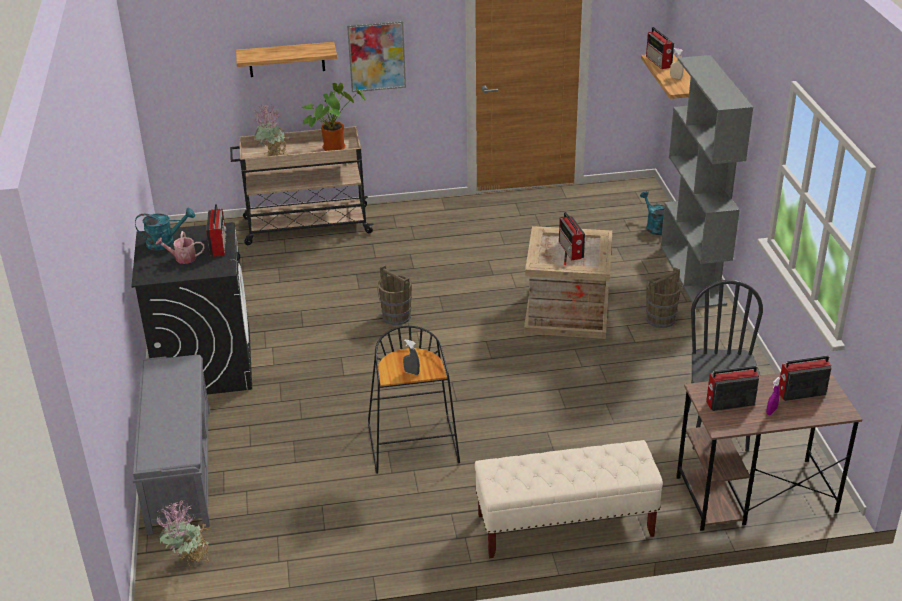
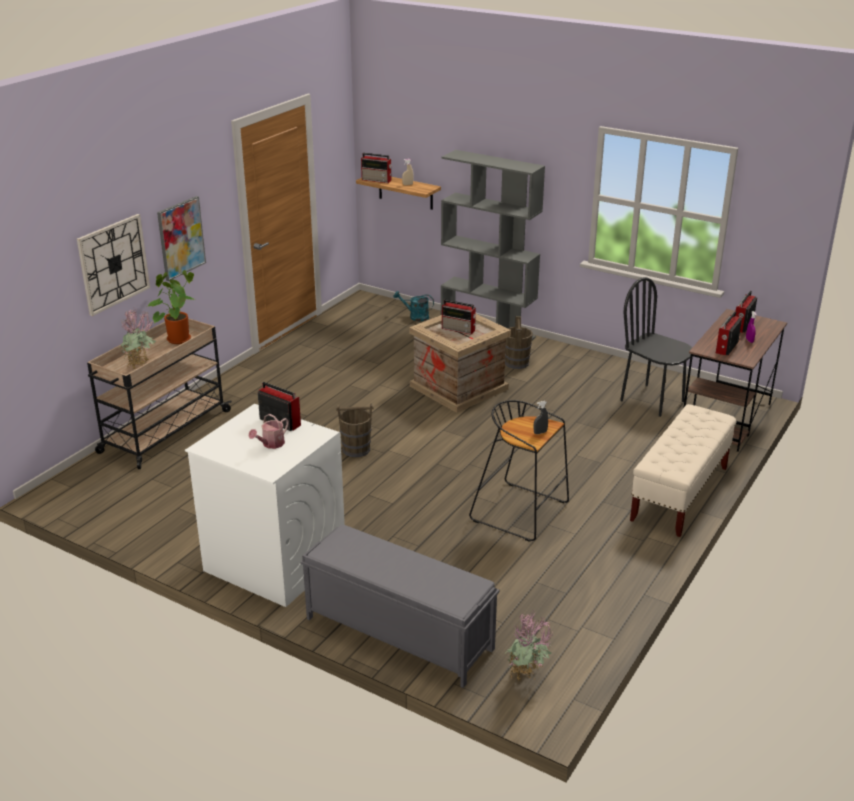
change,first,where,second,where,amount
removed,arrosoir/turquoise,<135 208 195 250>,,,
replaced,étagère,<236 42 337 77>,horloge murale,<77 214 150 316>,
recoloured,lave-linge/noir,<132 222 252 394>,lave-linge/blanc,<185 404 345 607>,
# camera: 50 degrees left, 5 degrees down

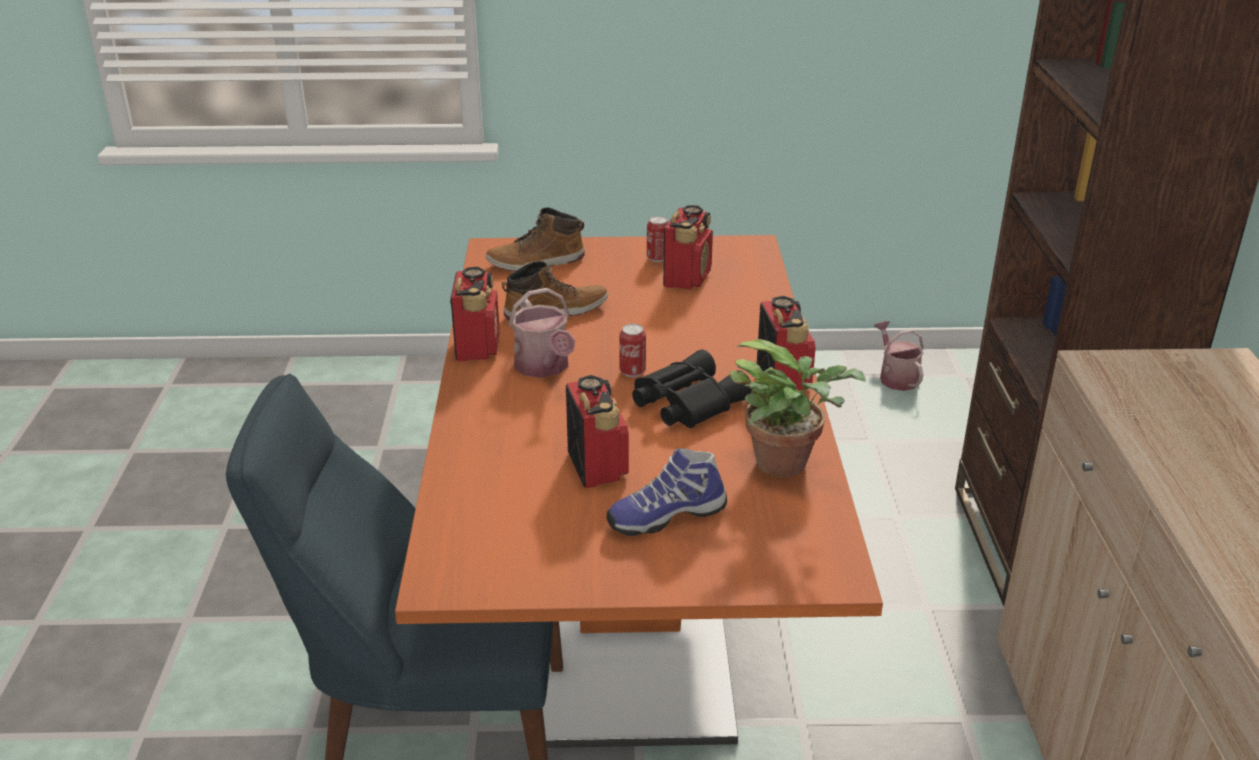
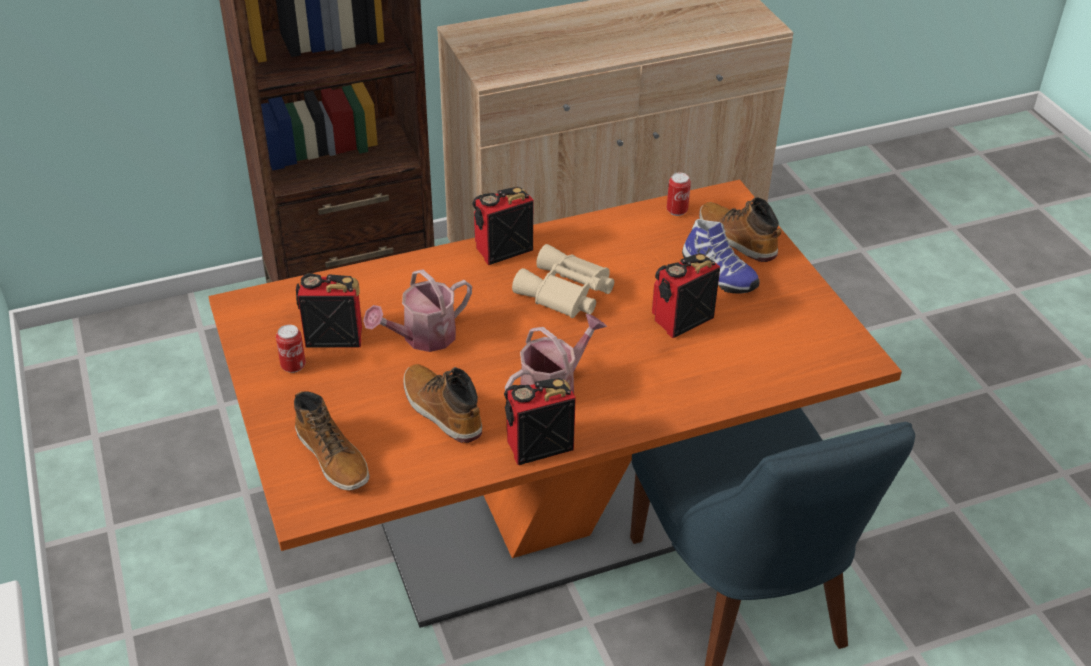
change,first,where,second,where,amount
removed,plante en pot,<729 339 866 478>,,,
added,,,botte,<699 197 782 262>,
moved,boîte métallique,<619 324 646 377>,,<667 172 691 216>,
moved,arrosoir,<874 321 924 391>,,<363 269 472 352>,
recoloured,jumelles/noir,<632 349 753 428>,jumelles/beige,<512 244 614 318>,
# camera: 110 degrees left, 10 degrees up

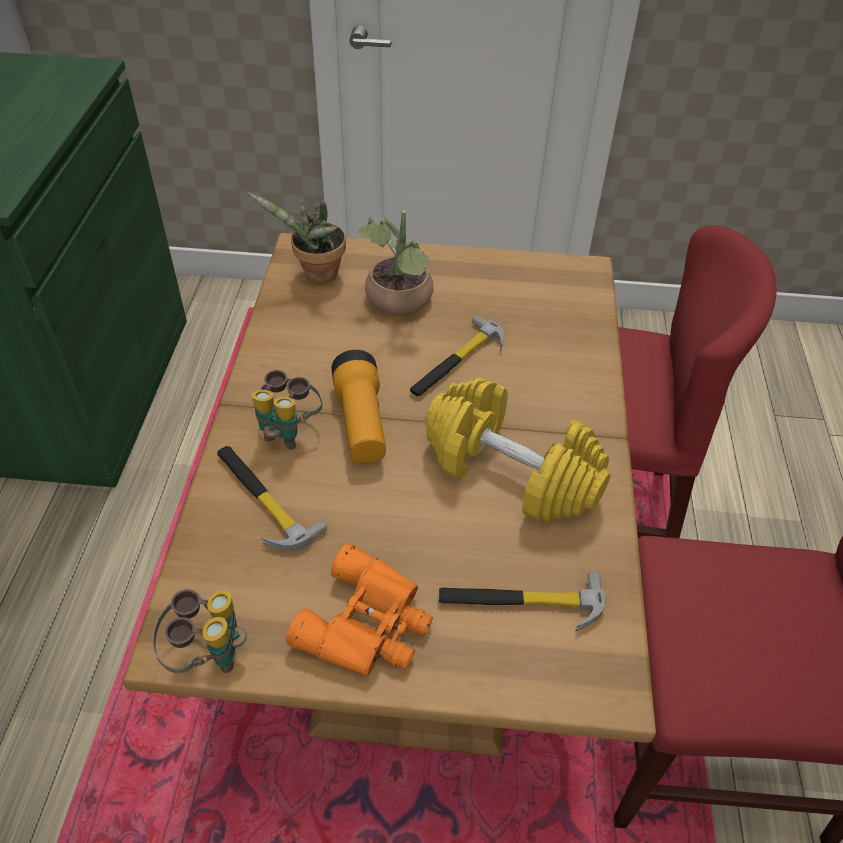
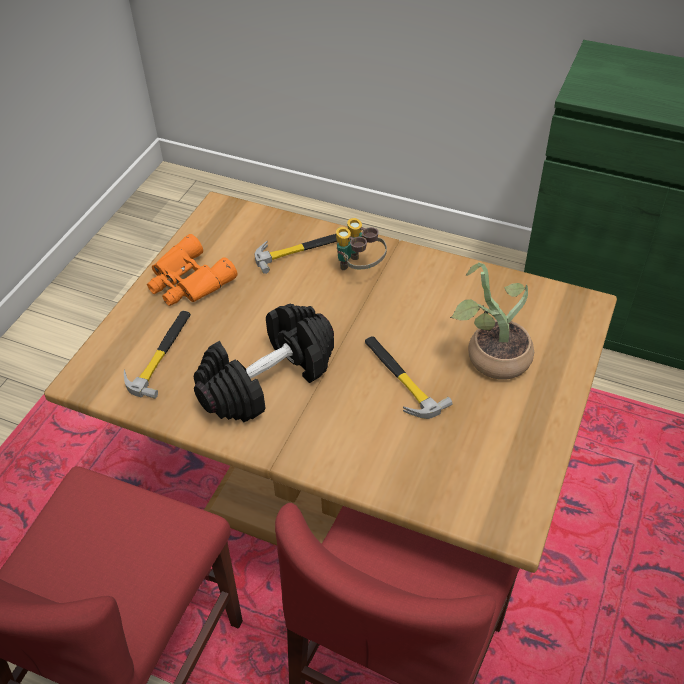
change,first,where,second,where,amount
removed,jumelles,<152 589 247 674>,,,
removed,plante en pot,<248 193 346 284>,,,
removed,lampe de poche,<331 350 386 464>,,,
recoloured,haltère/jaune,<425 377 611 523>,haltère/noir,<194 304 334 422>,
# camera: 110 degrees right, 0 degrees up

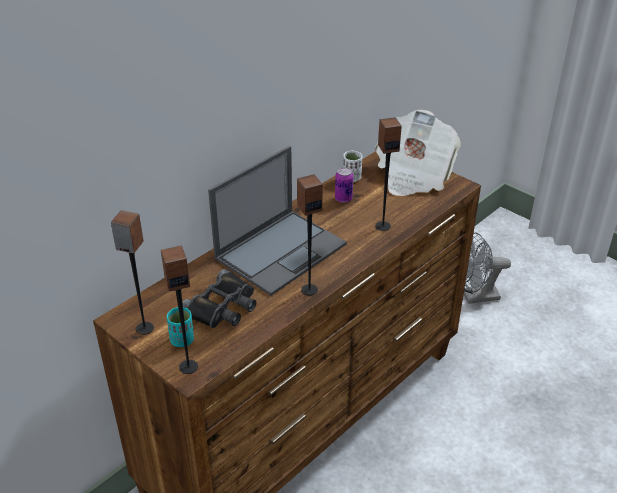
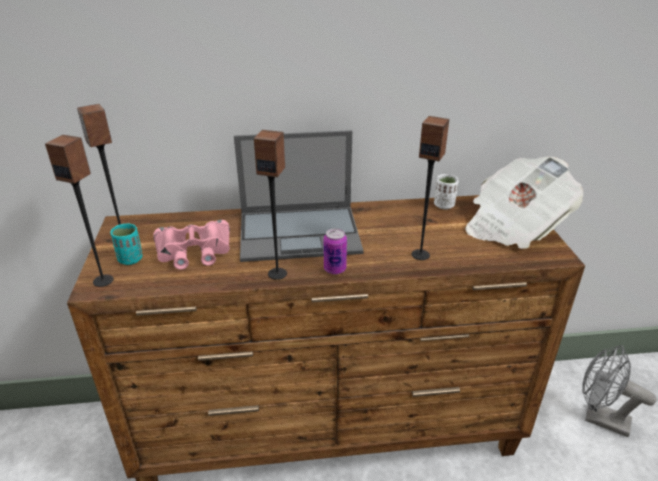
change,first,where,second,where,amount
moved,boîte métallique,<335 167 353 203>,,<324 228 347 275>,
recoloured,jumelles/noir,<182 269 256 328>,jumelles/rose,<153 220 230 270>,
# camera: 40 degrees right, 5 degrees down

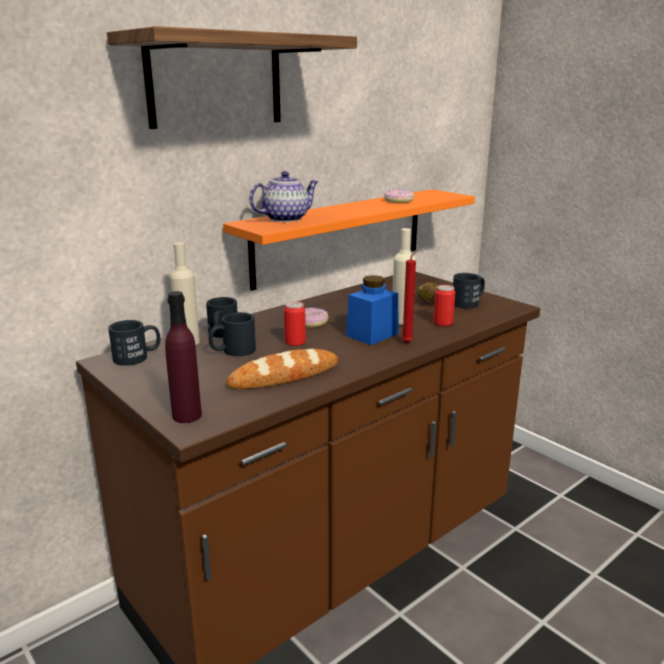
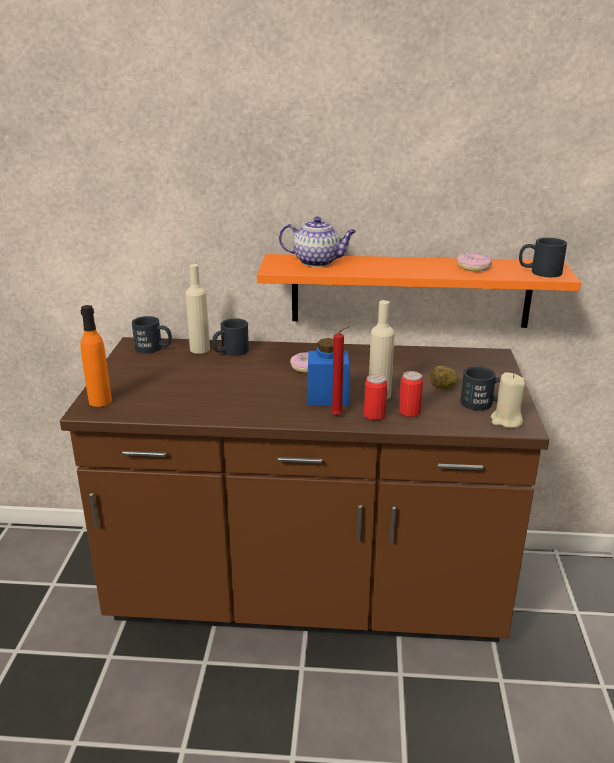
change,first,where,second,where,amount
removed,étagère,<107 26 357 129>,,,
removed,pain,<226 349 338 389>,,,
added,,,bougie/beige,<491 372 525 428>,
moved,mug/noir,<209 312 256 356>,,<519 238 567 277>,
moved,boîte métallique,<284 301 306 346>,,<364 374 387 420>,
recoloured,bouteille/violet,<165 291 202 423>,bouteille/orange,<80 305 112 407>,
# camera: 45 degrees right, 5 degrees up

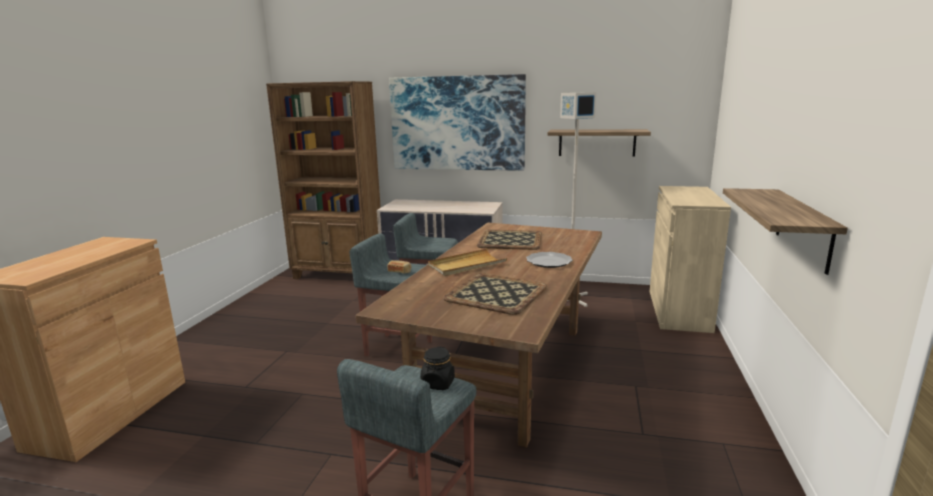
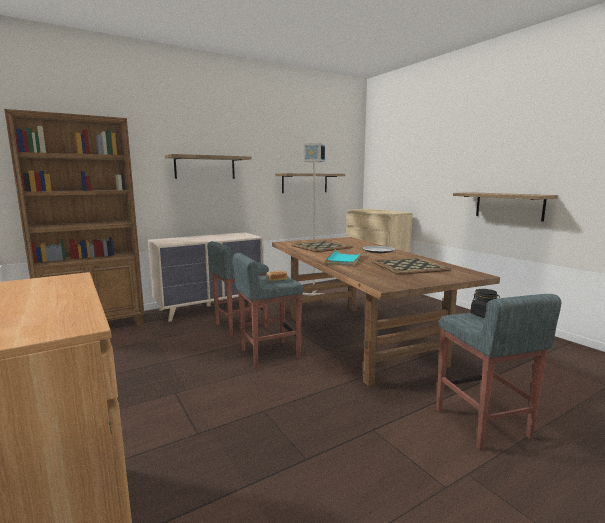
change,first,where,second,where,amount
replaced,tableau,<389 74 526 171>,étagère,<165 154 251 179>,
recoloured,plateau/beige,<428 249 507 276>,plateau/turquoise,<325 249 364 266>,
# camera: 45 degrees left, 5 degrees down

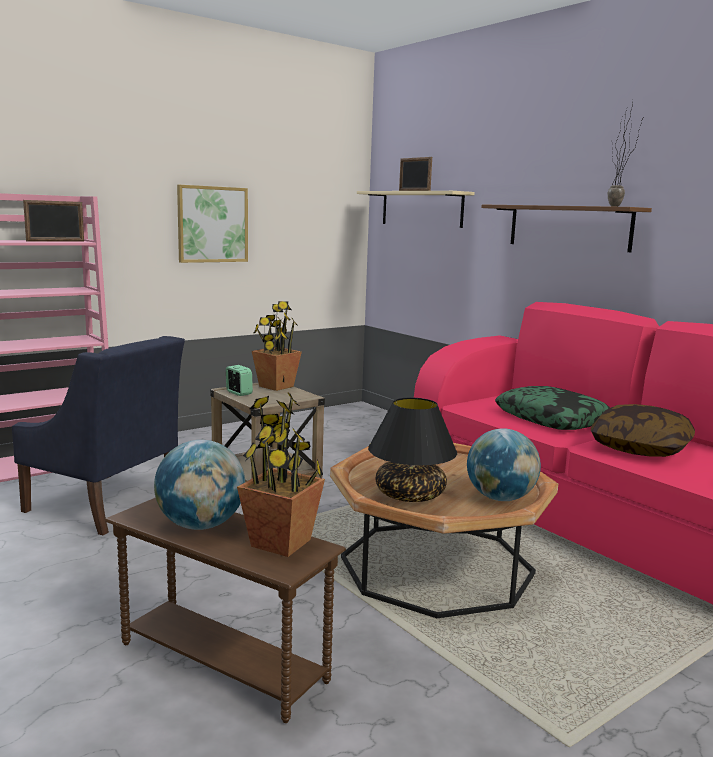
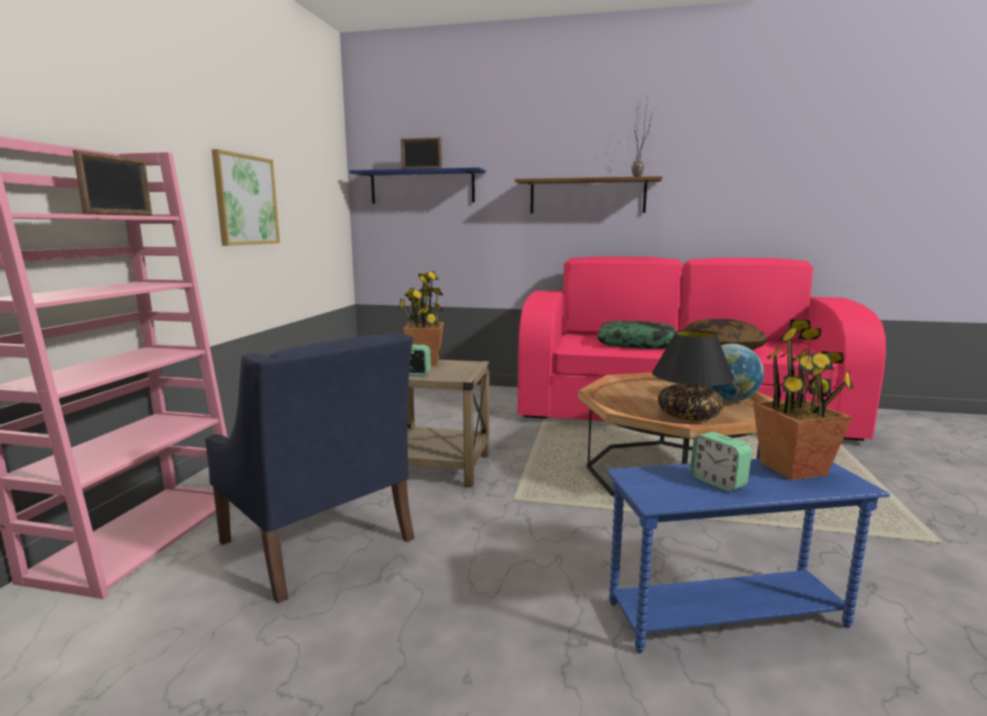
change,first,where,second,where,amount
replaced,globe,<154 440 245 530>,réveil,<690 432 752 491>,
recoloured,table d'appoint/marron,<105 497 346 723>,table d'appoint/bleu,<606 459 890 653>,
recoloured,étagère/beige,<357 191 475 228>,étagère/bleu,<349 167 486 203>,
turned,fauteuil/bleu,<12 336 185 535>,,<205 332 415 603>,60 degrees clockwise
# camera: 40 degrees left, 0 degrees up

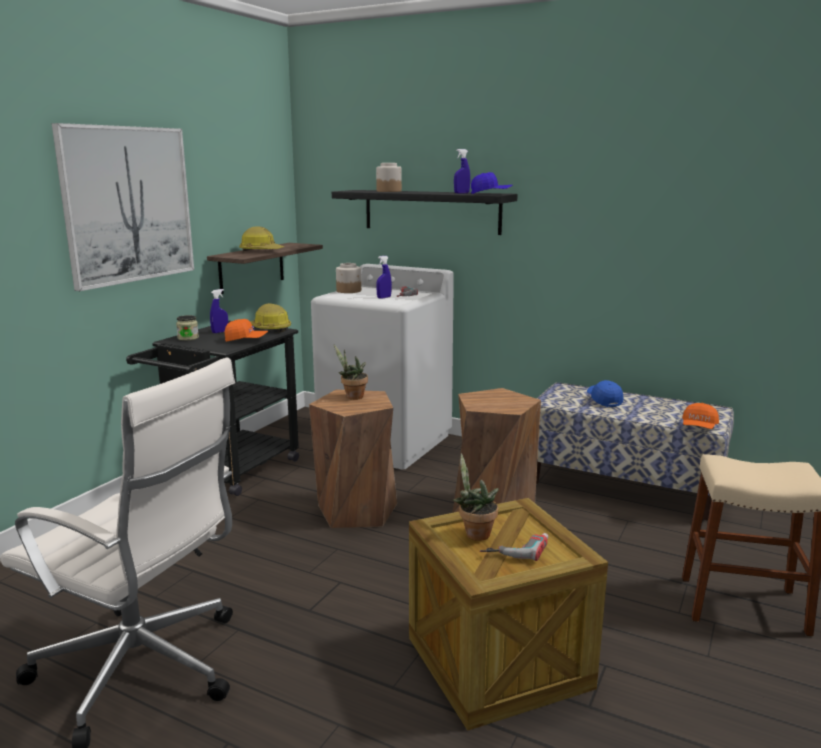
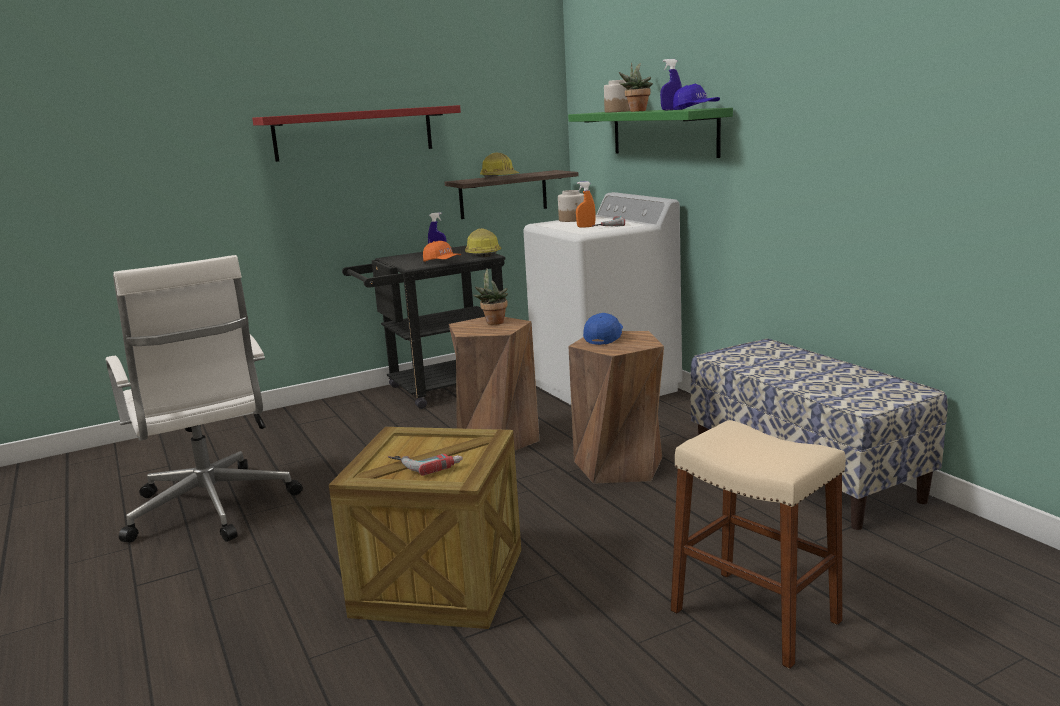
change,first,where,second,where,amount
removed,bocal,<176 315 199 341>,,,
removed,casquette/orange,<682 403 719 429>,,,
moved,plante en pot,<453 453 499 541>,,<619 62 653 112>,
moved,casquette/bleu,<587 380 623 407>,,<583 313 623 345>,
replaced,tableau,<52 123 194 291>,étagère/rouge,<252 105 461 162>,
recoloured,étagère/noir,<332 190 518 235>,étagère/vert,<568 108 733 158>,
recoloured,vaporisateur/bleu,<376 256 392 299>,vaporisateur/orange,<576 181 596 228>,
# camera: 35 degrees right, 0 degrees up

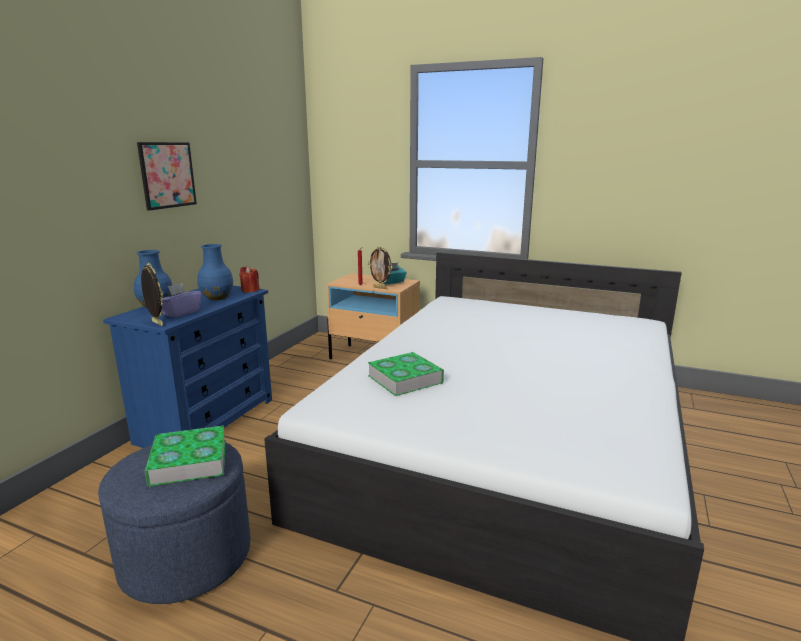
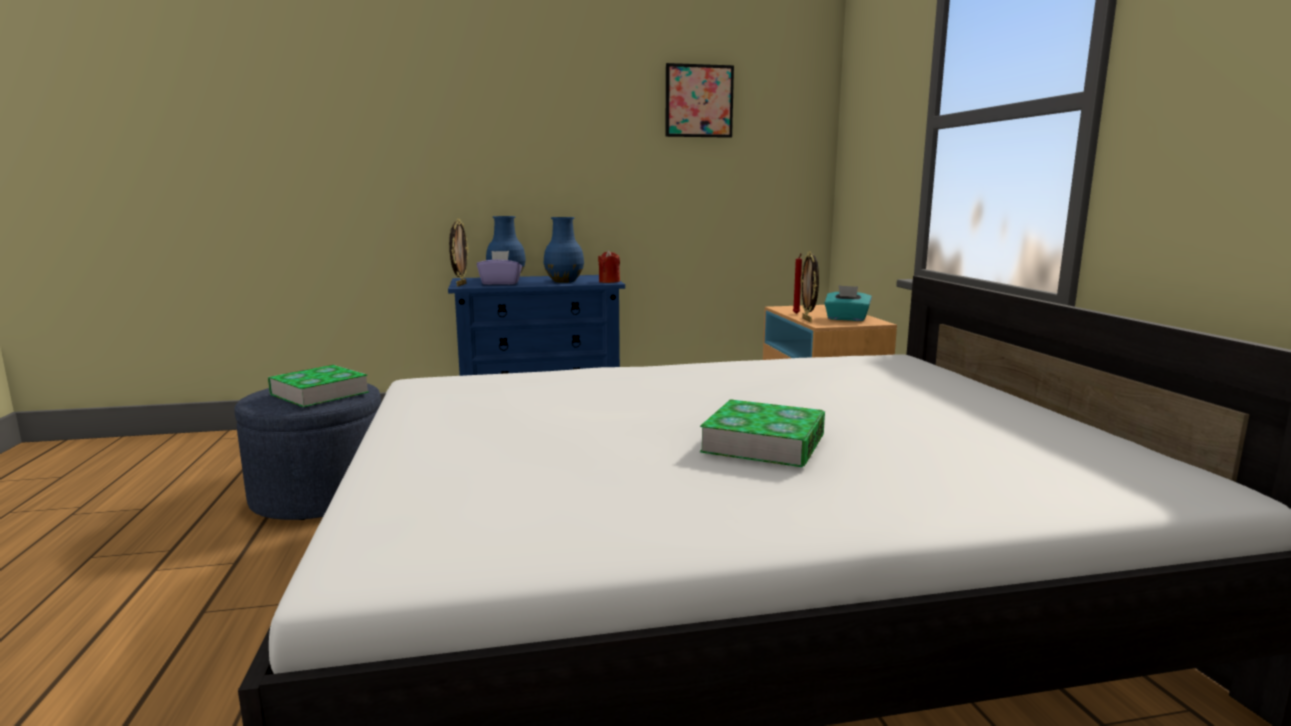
change,first,where,second,where,amount
moved,tableau,<137 142 197 211>,,<665 63 734 138>,
moved,livre,<368 352 444 396>,,<700 399 825 467>,
# camera: 55 degrees right, 5 degrees down

